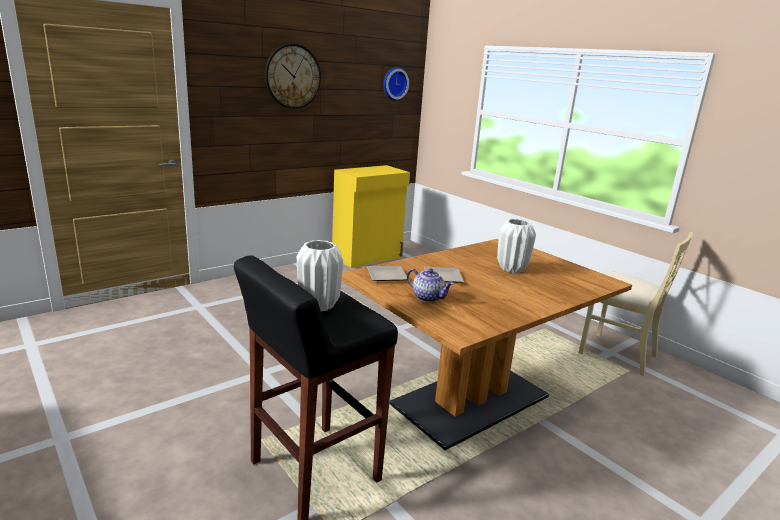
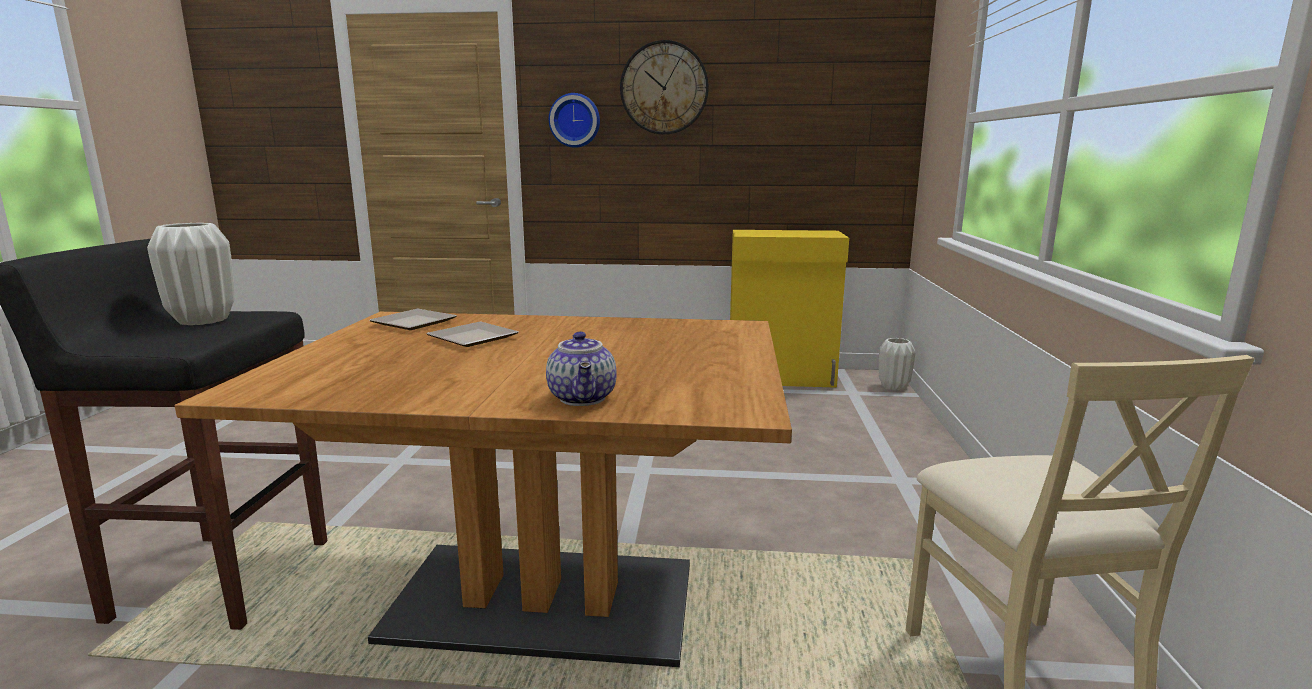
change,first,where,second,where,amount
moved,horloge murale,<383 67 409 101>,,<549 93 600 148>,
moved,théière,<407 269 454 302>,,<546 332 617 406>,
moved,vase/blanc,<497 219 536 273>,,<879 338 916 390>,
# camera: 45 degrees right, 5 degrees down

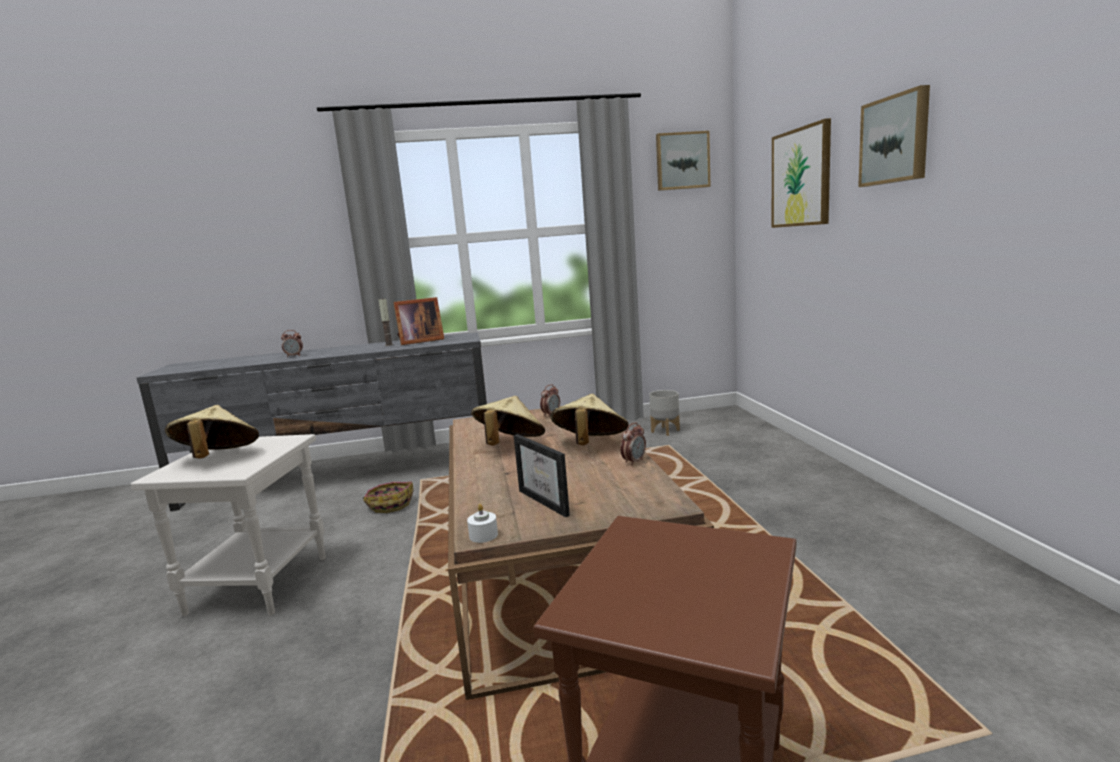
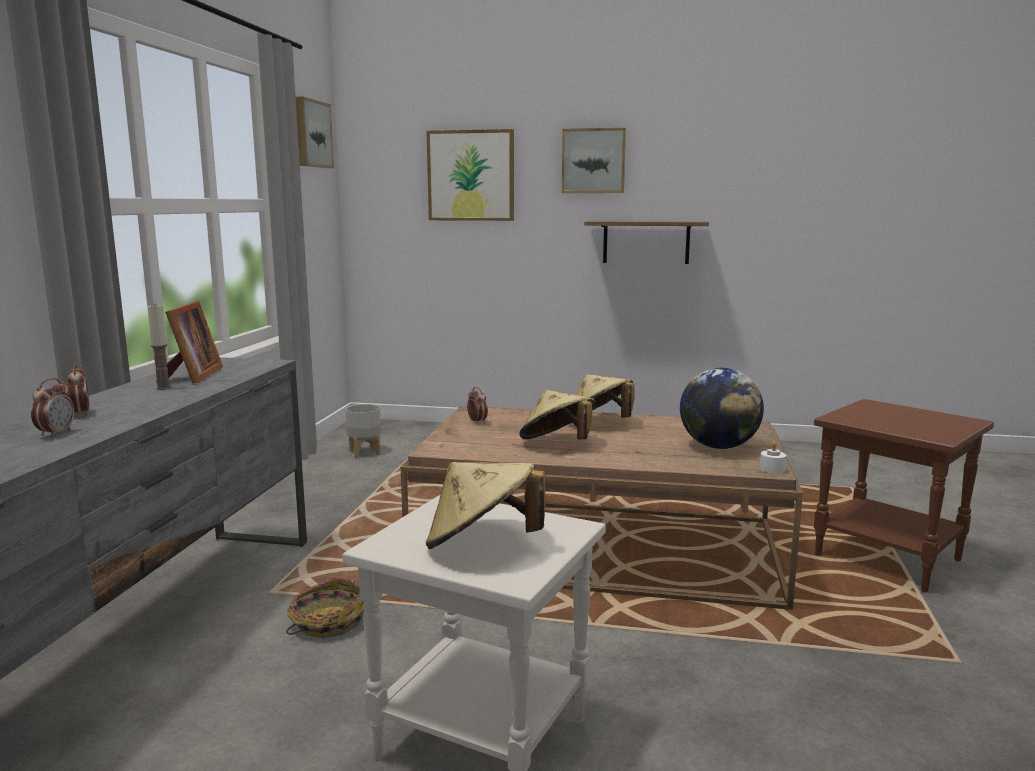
change,first,where,second,where,amount
added,,,étagère,<584 221 709 264>,
moved,réveil,<620 423 646 466>,,<67 363 90 416>,
replaced,cadre photo,<514 434 570 517>,globe,<680 368 764 449>,
# camera: 70 degrees left, 0 degrees up

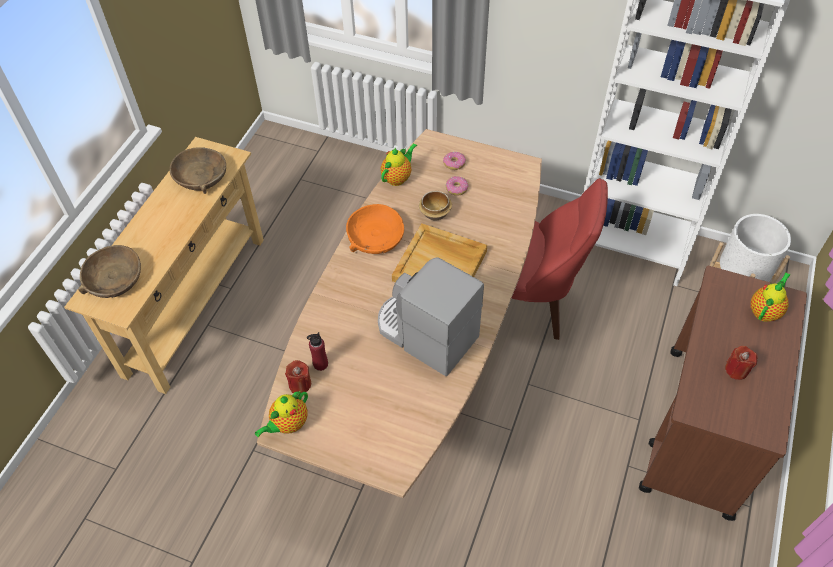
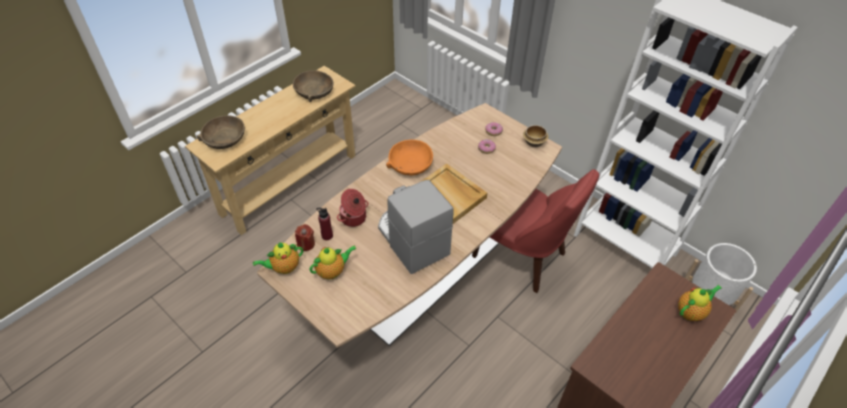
change,first,where,second,where,amount
removed,bougie/rouge,<725 346 758 380>,,,
added,,,marmite,<337 189 369 227>,
moved,théière,<381 143 417 186>,,<309 246 356 280>,
moved,bol,<419 191 452 220>,,<523 125 548 147>,
# camera: 20 degrees right, 5 degrees down

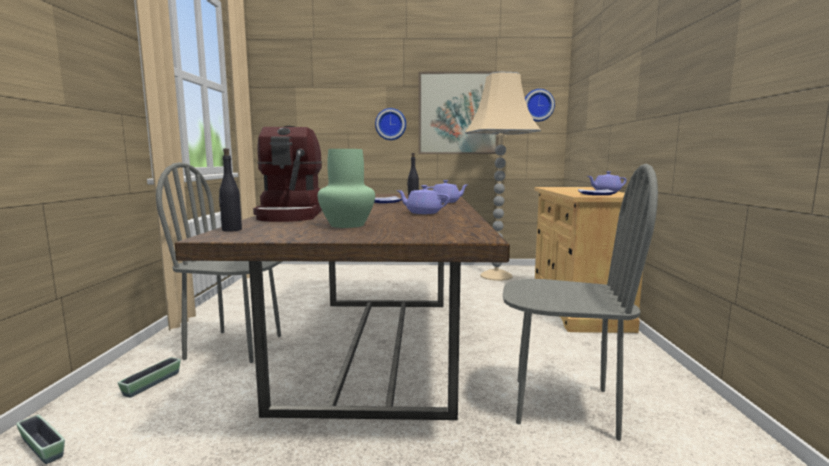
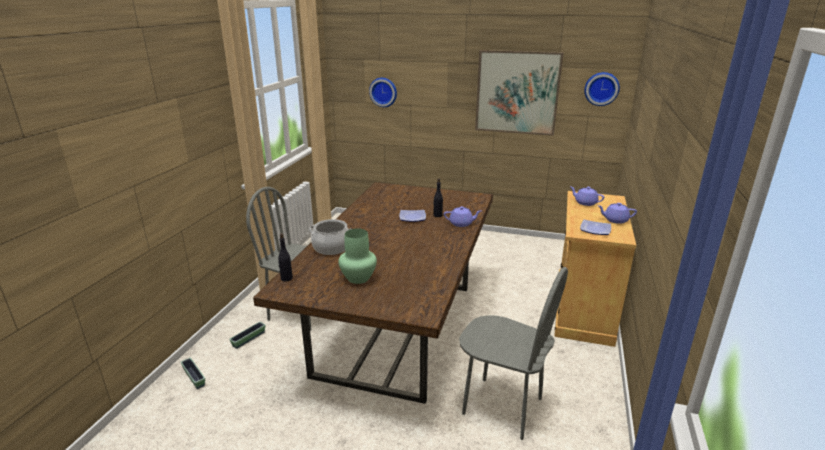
change,first,where,second,where,amount
removed,lampadaire/beige,<465 71 541 281>,,,
moved,horloge murale,<375 108 406 140>,,<369 78 397 107>,
moved,théière/violet,<396 185 450 214>,,<570 186 604 206>,
replaced,machine à café,<253 126 322 222>,marmite,<309 219 351 255>,
# camera: 15 degrees right, 15 degrees up

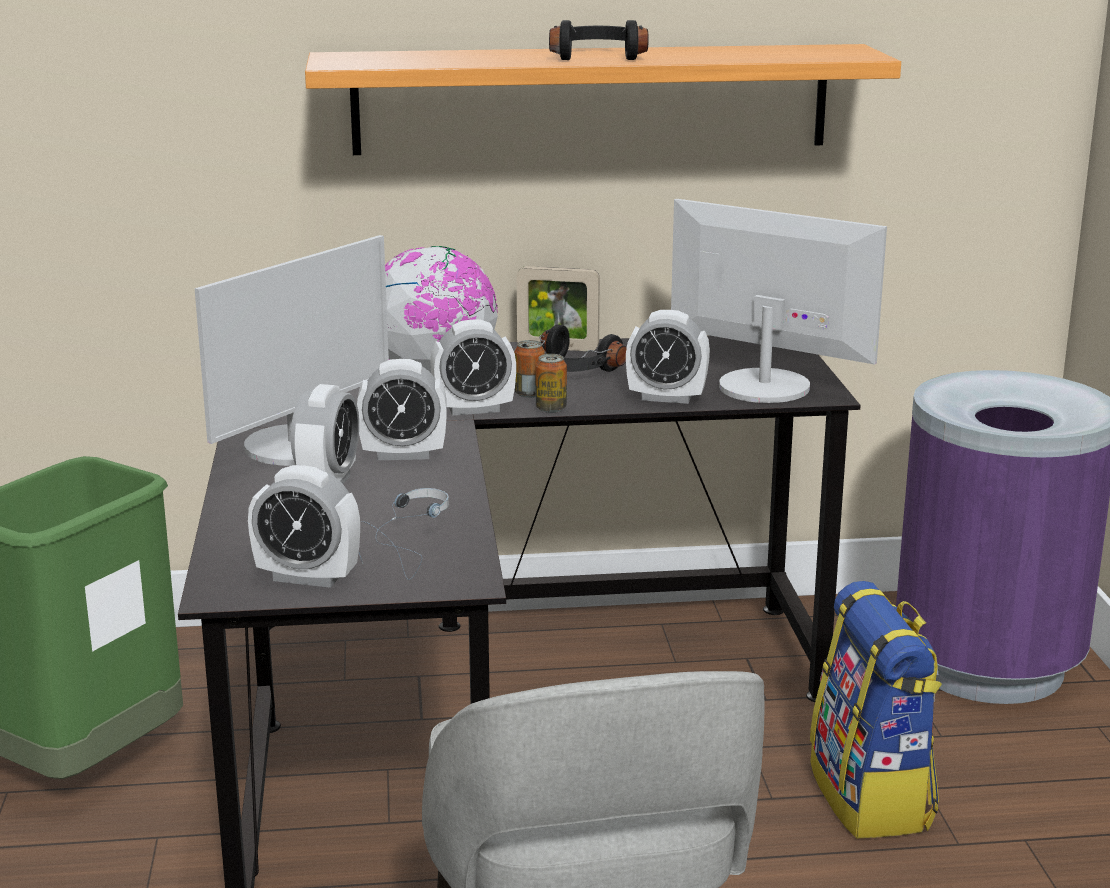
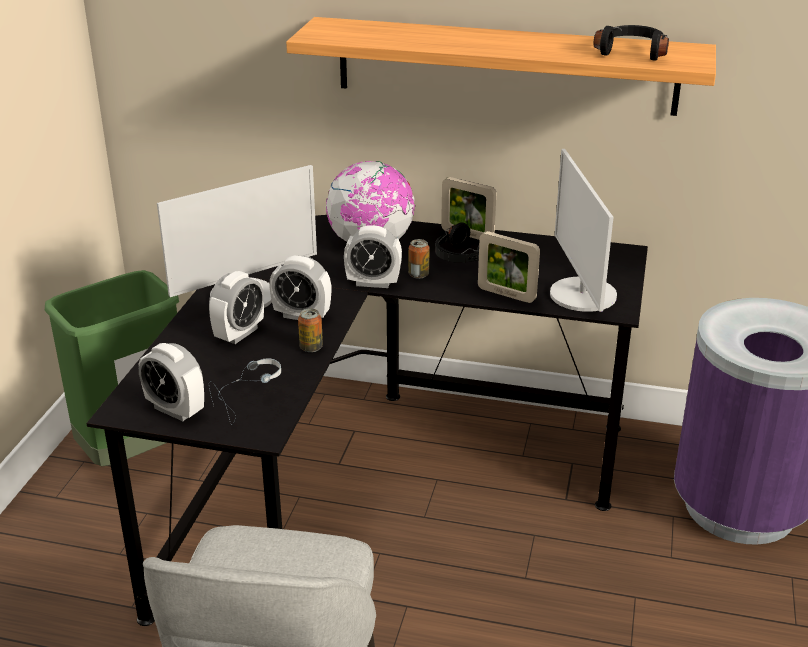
change,first,where,second,where,amount
removed,sac à dos,<810 581 942 838>,,,
moved,boîte métallique,<536 354 567 413>,,<298 309 323 352>,
moved,casque audio/noir,<549 20 649 60>,,<594 25 669 61>,
replaced,réveil,<626 310 710 404>,cadre photo,<478 231 540 303>,
turned,écran d'ordinateur,<671 199 887 403>,,<550 149 617 312>,150 degrees counterclockwise
# camera: 20 degrees right, 10 degrees up

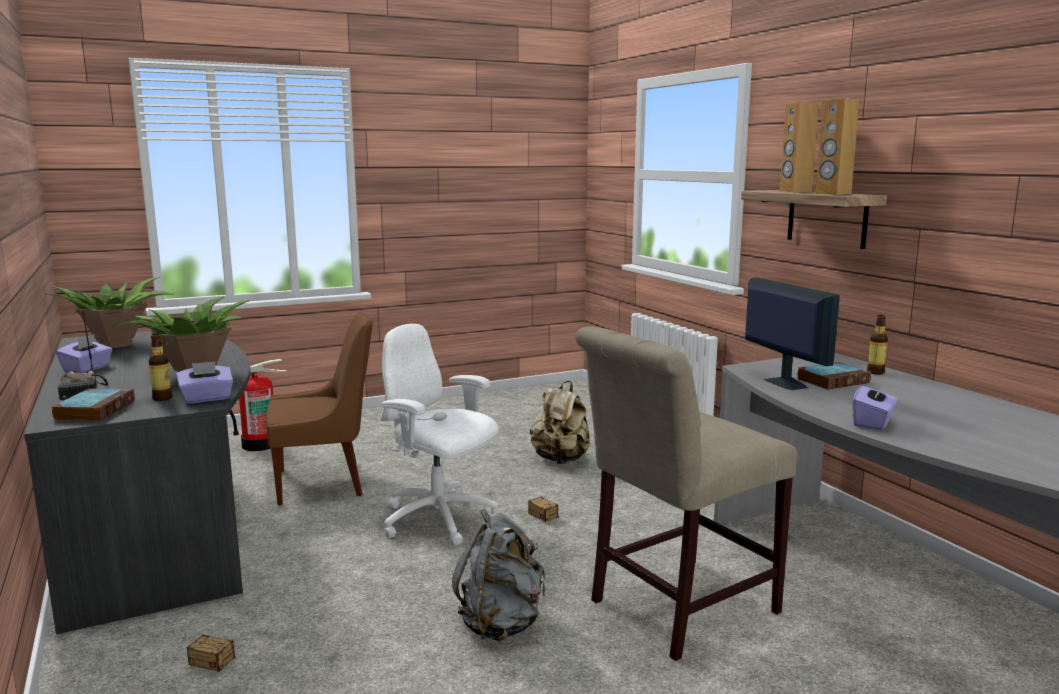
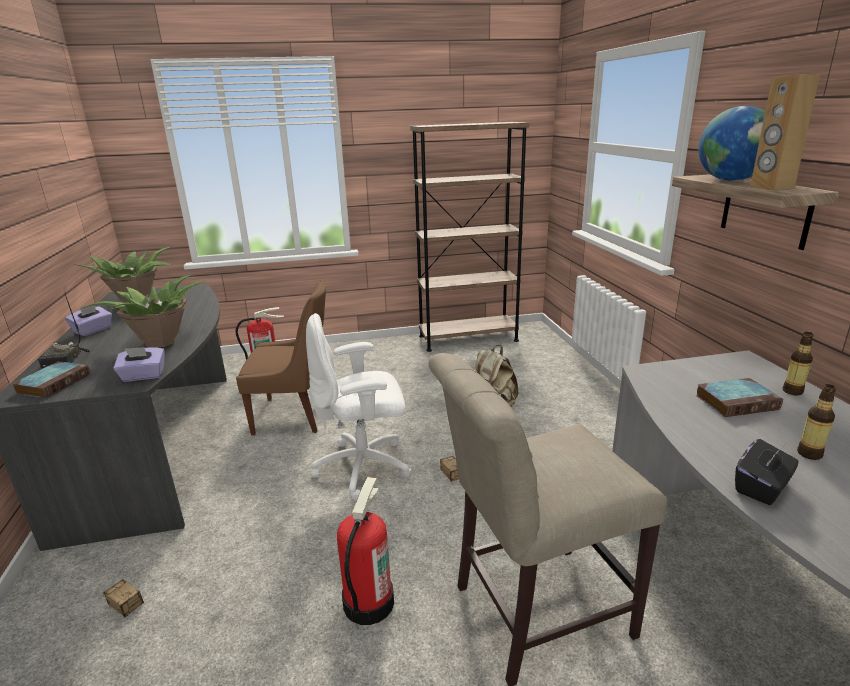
change,first,where,second,where,amount
removed,écran d'ordinateur,<745 278 840 390>,,,
added,,,bibliothèque/marron,<410 122 529 352>,
moved,bouteille,<148 334 173 401>,,<797 384 836 460>,
replaced,sac à dos/gris,<452 508 545 641>,extincteur,<337 477 394 625>,
replaced,enceinte/marron,<780 102 819 192>,globe,<699 106 765 181>,
recoloured,boîte à mouchoirs/violet,<853 382 897 431>,boîte à mouchoirs/noir,<735 439 799 505>,
turned,chaise de bureau/blanc,<380 324 498 545>,,<306 313 412 500>,60 degrees counterclockwise
# camera: 15 degrees right, 10 degrees up

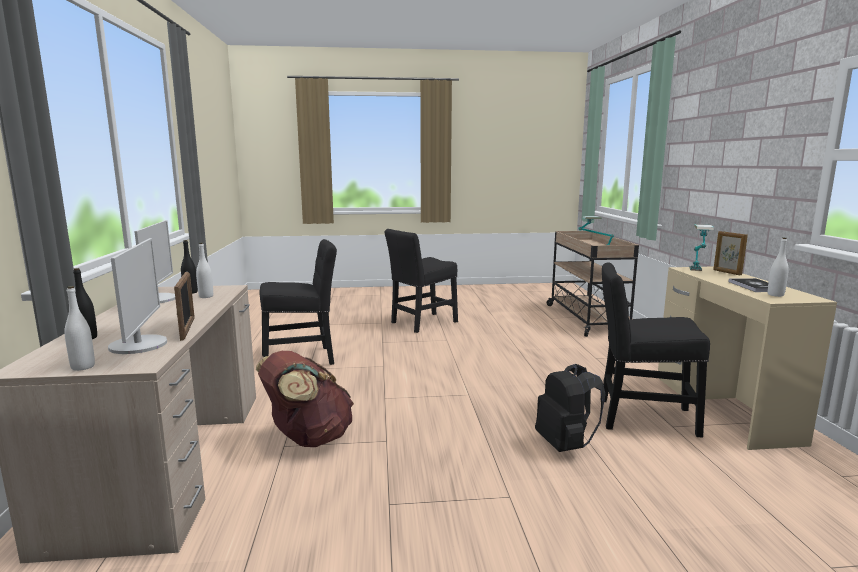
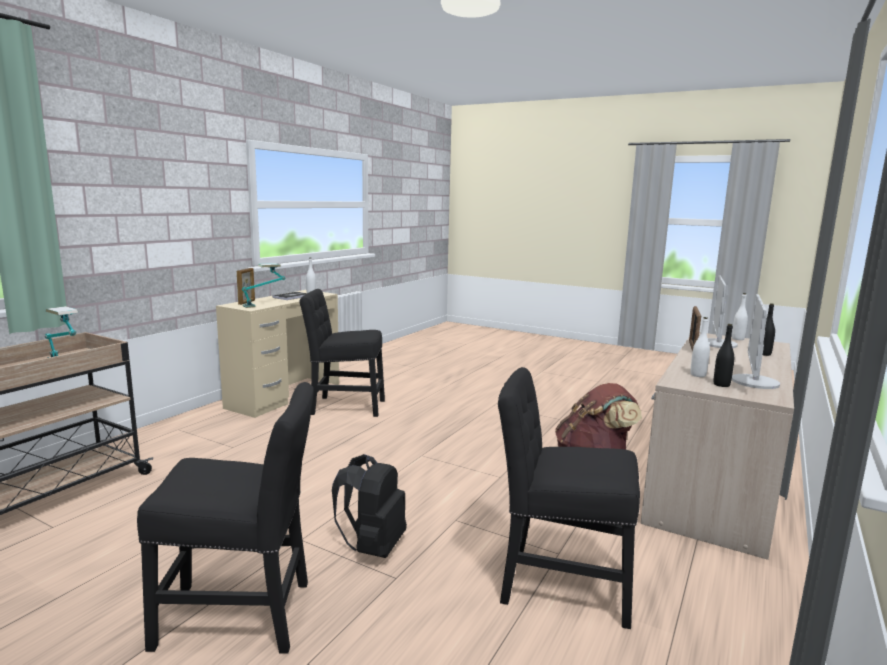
change,first,where,second,where,amount
moved,sac à dos/noir,<535 364 605 452>,,<332 454 407 558>,
turned,chaise/noir,<600 262 710 438>,,<299 289 385 417>,135 degrees clockwise
# camera: 145 degrees left, 0 degrees up

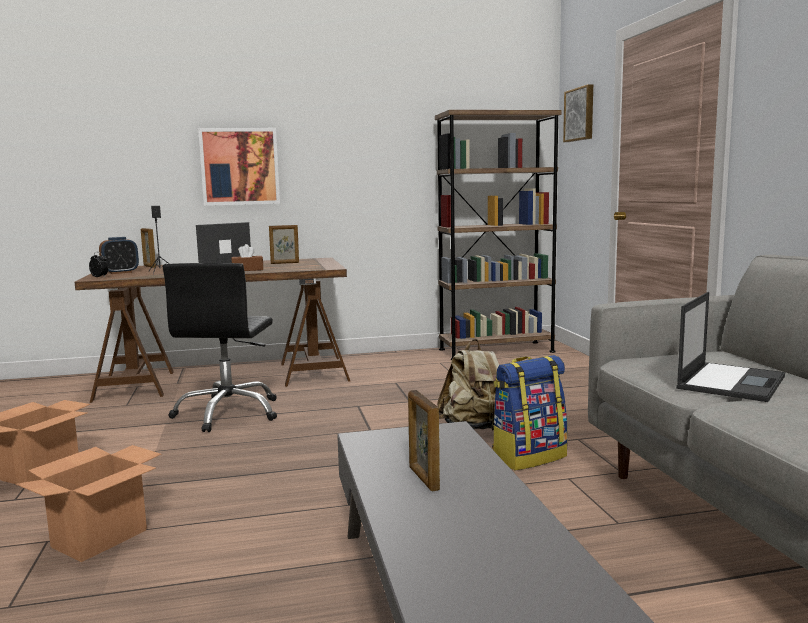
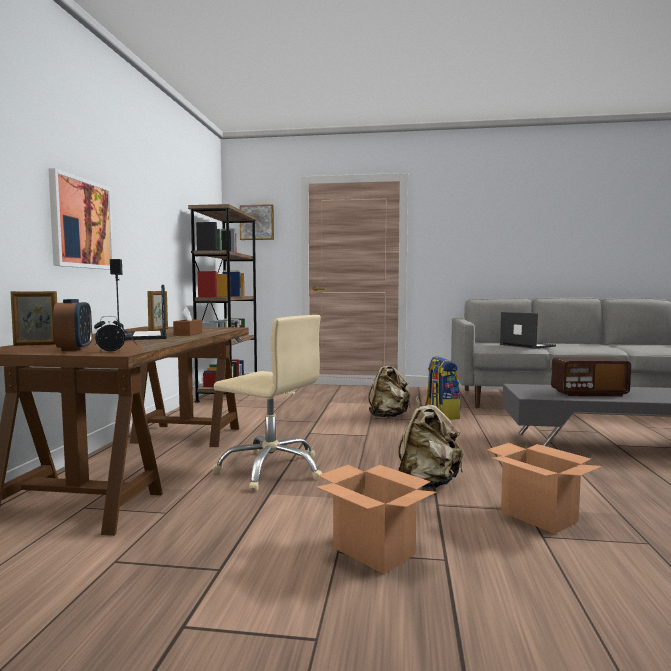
change,first,where,second,where,amount
added,,,sac à dos/beige,<398 396 463 489>,
replaced,cadre photo,<408 390 440 492>,radio,<551 357 631 396>,
recoloured,chaise de bureau/noir,<163 263 277 432>,chaise de bureau/beige,<212 315 322 491>,
# camera: 70 degrees left, 5 degrees down

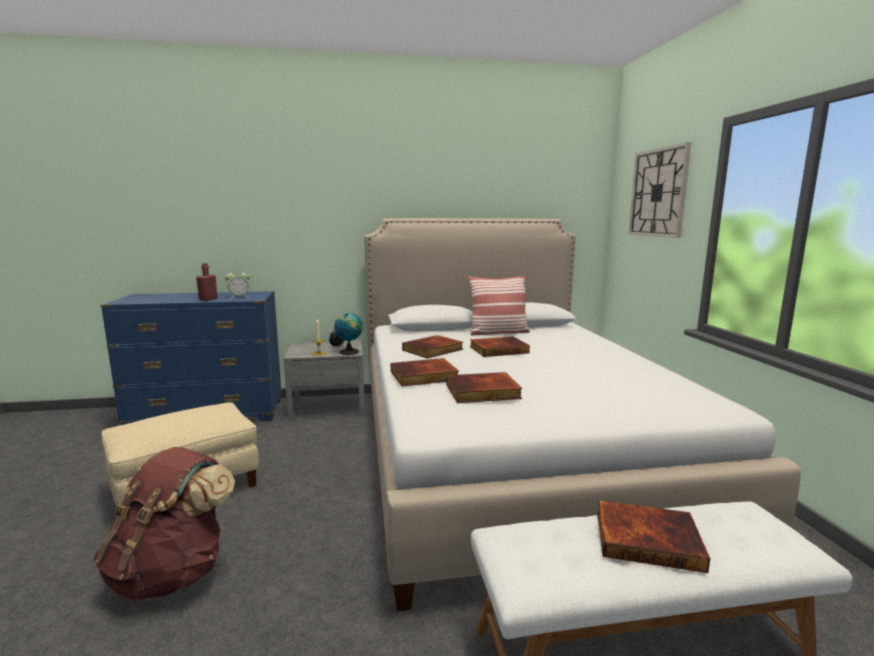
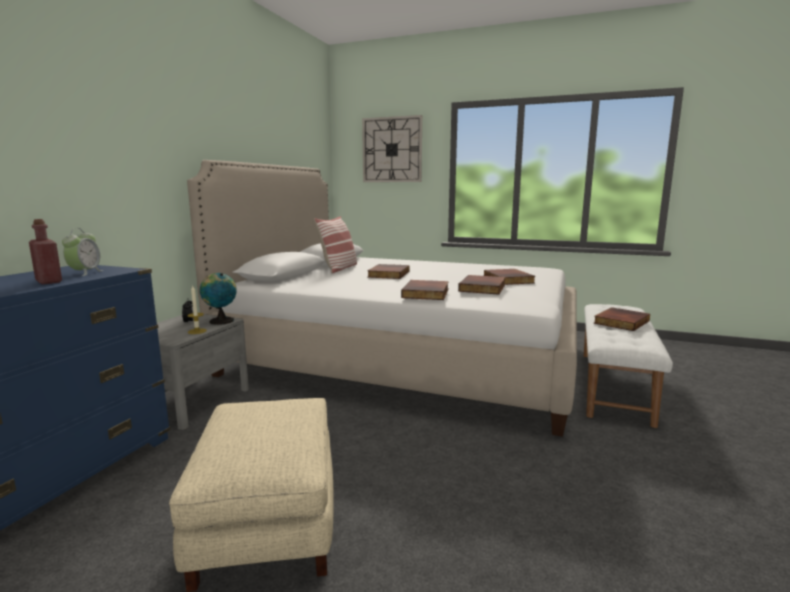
change,first,where,second,where,amount
removed,sac à dos/marron,<93 447 235 601>,,,
moved,livre,<402 335 463 359>,,<484 269 535 285>,
# camera: 60 degrees left, 0 degrees up

